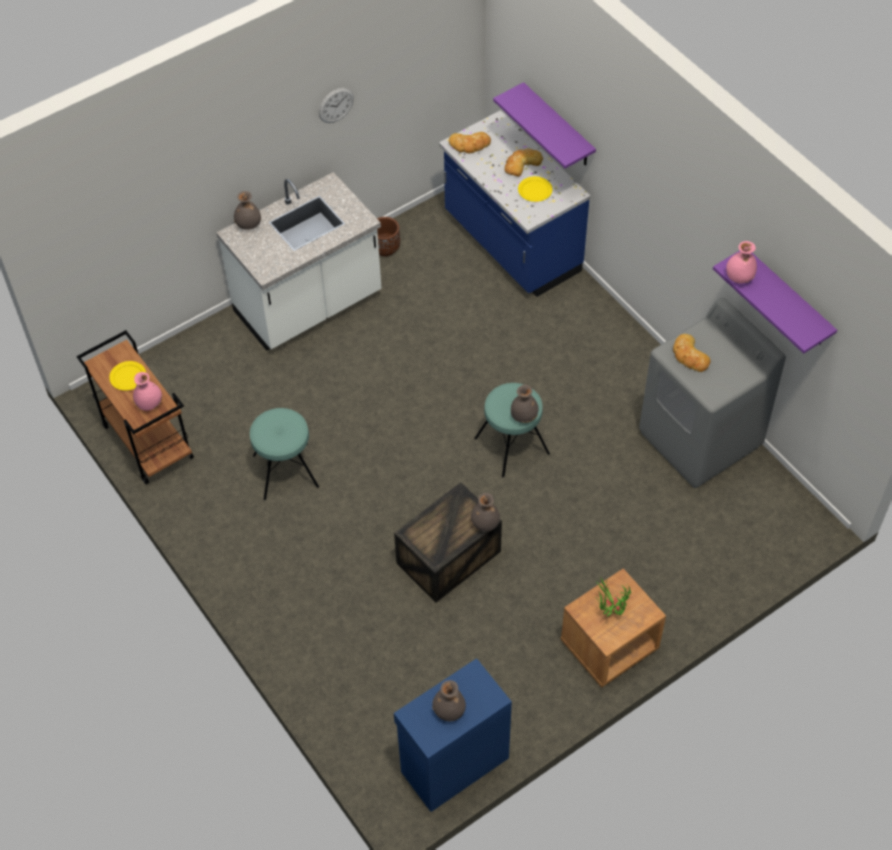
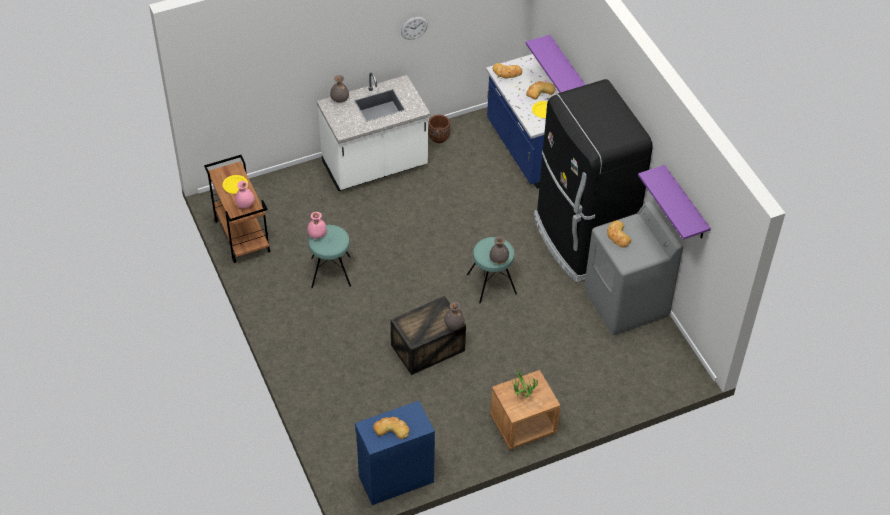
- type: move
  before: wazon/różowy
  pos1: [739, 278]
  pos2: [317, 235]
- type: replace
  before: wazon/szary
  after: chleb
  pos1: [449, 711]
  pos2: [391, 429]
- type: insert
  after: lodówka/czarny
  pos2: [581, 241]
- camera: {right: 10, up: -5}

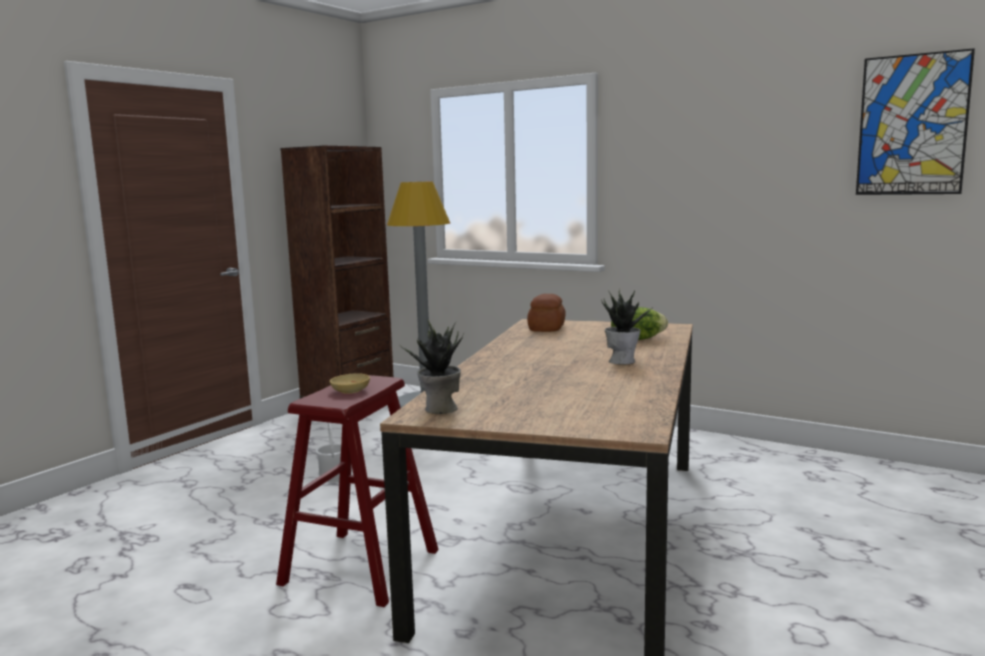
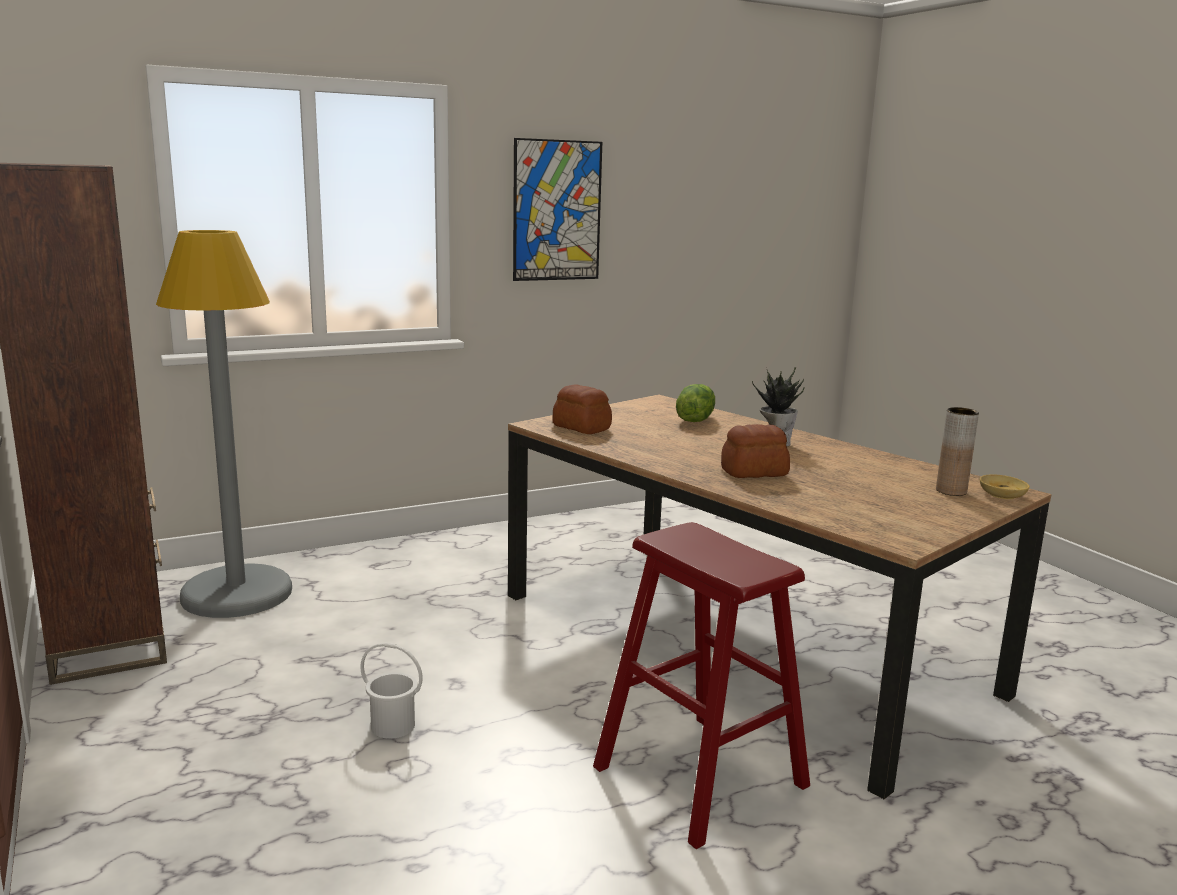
- type: move
  before: obraz
  pos1: [912, 125]
  pos2: [557, 211]
- type: delete
  before: roślina doniczkowa
  pos1: [440, 409]
- type: move
  before: miska/beżowy
  pos1: [351, 390]
  pos2: [1002, 495]
- type: insert
  after: wazon/brązowy
  pos2: [951, 491]
- type: insert
  after: chleb
  pos2: [753, 472]
- camera: {right: -60, up: 5}

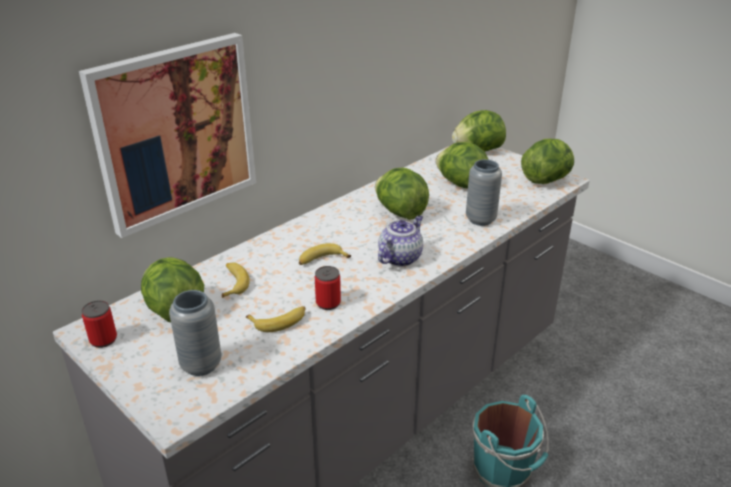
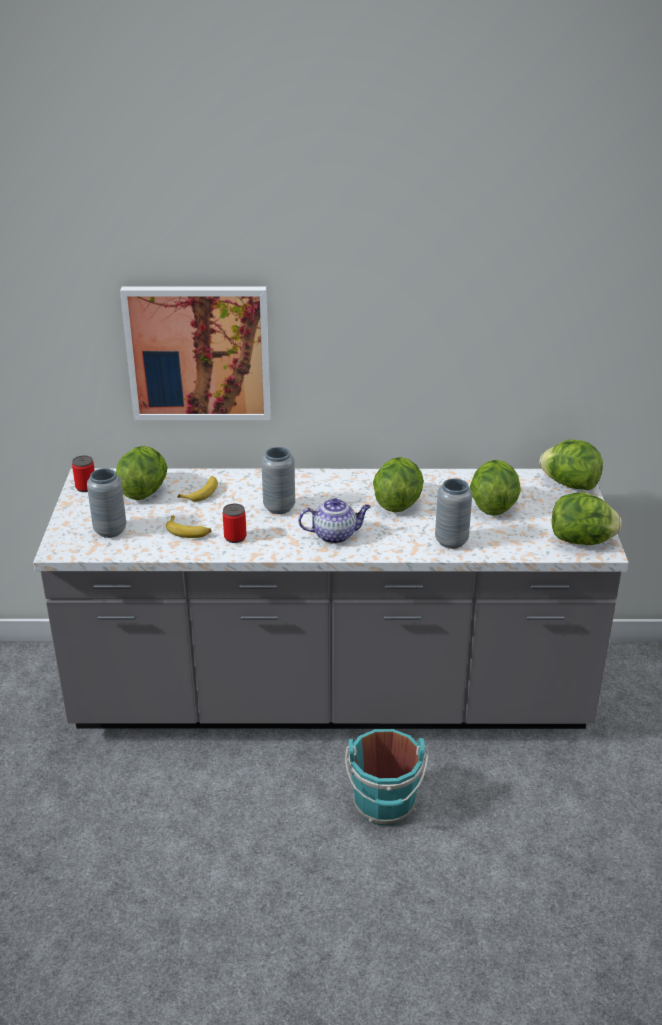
- type: replace
  before: banan
  after: wazon/szary
  pos1: [321, 260]
  pos2: [279, 508]
- camera: {right: 45, up: 0}

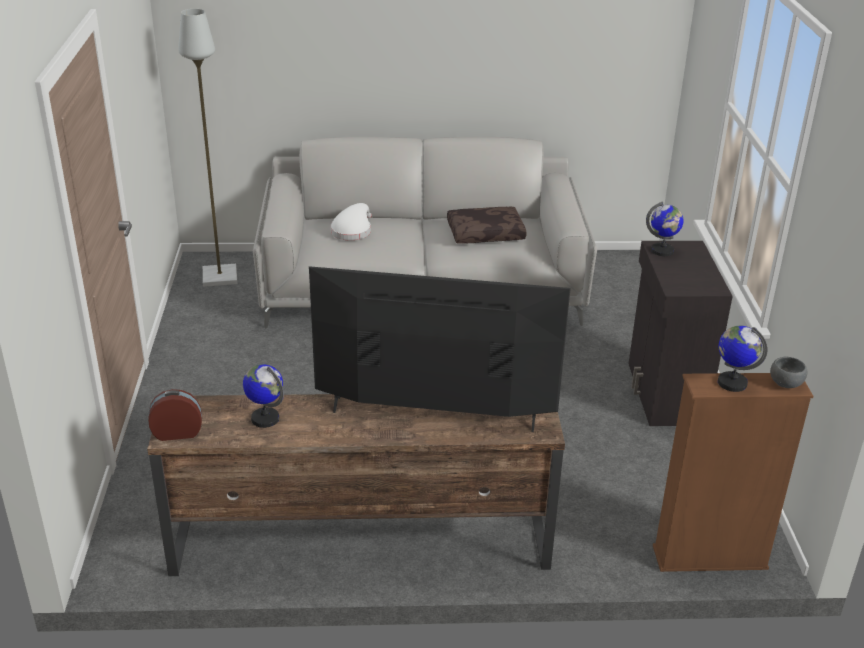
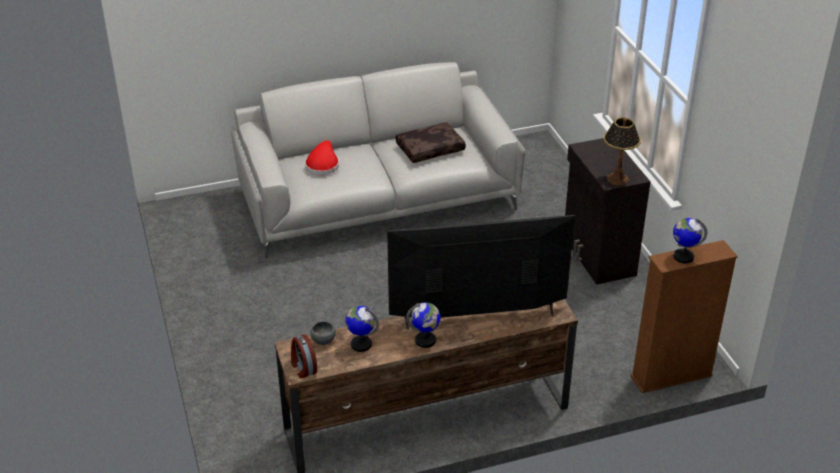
- type: delete
  before: lampa stojąca/szary
  pos1: [219, 276]
- type: move
  before: globus
  pos1: [662, 251]
  pos2: [425, 341]
- type: recolor
  before: kapelusz/biały
  after: kapelusz/czerwony
  pos1: [352, 230]
  pos2: [323, 165]
- type: move
  before: miska/szary
  pos1: [786, 383]
  pos2: [323, 340]
- type: rotate
  before: budzik
  pos1: [177, 432]
  pos2: [303, 368]
  turn: -90
- type: insert
  after: lampa stołowa
  pos2: [617, 179]
- camera: {right: -15, up: 5}

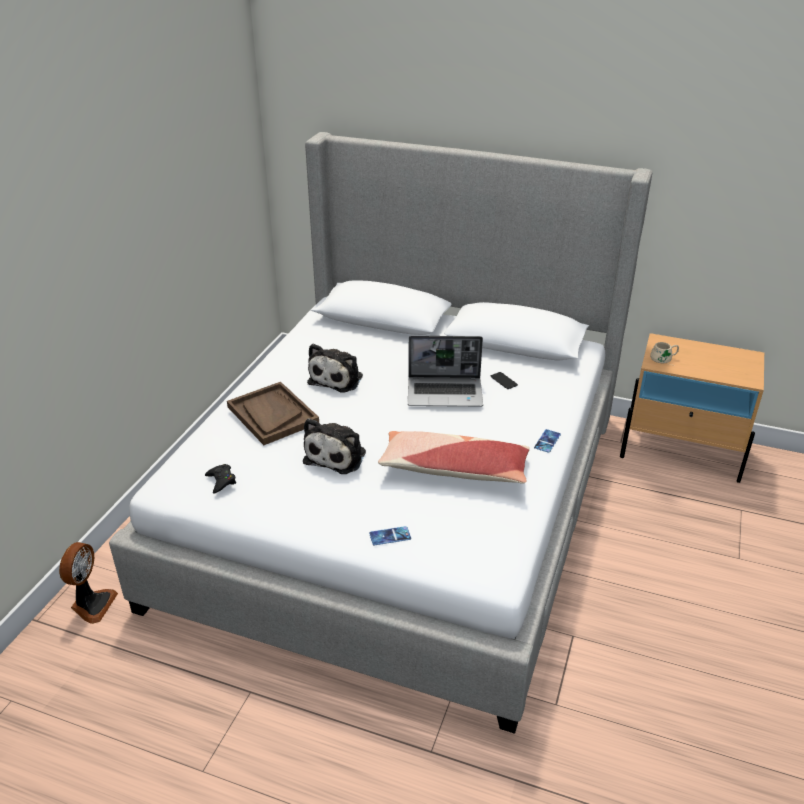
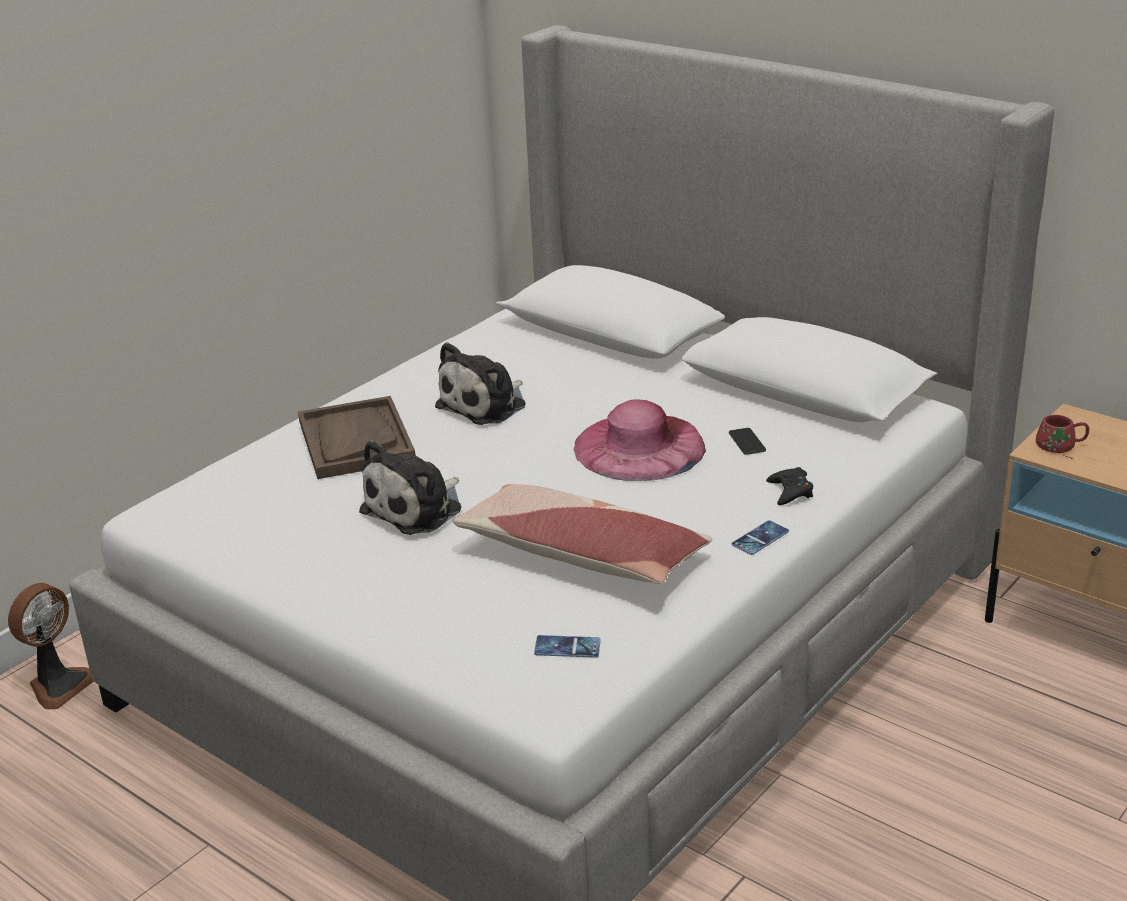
- type: replace
  before: laptop
  after: kapelusz/różowy
  pos1: [445, 393]
  pos2: [639, 447]
- type: recolor
  before: kubek/beżowy
  after: kubek/czerwony
  pos1: [664, 359]
  pos2: [1060, 447]
- type: move
  before: pad do gier/czarny
  pos1: [221, 481]
  pos2: [790, 491]
- type: move
  before: telefon
  pos1: [390, 536]
  pos2: [567, 647]
- camera: {right: 20, up: -5}

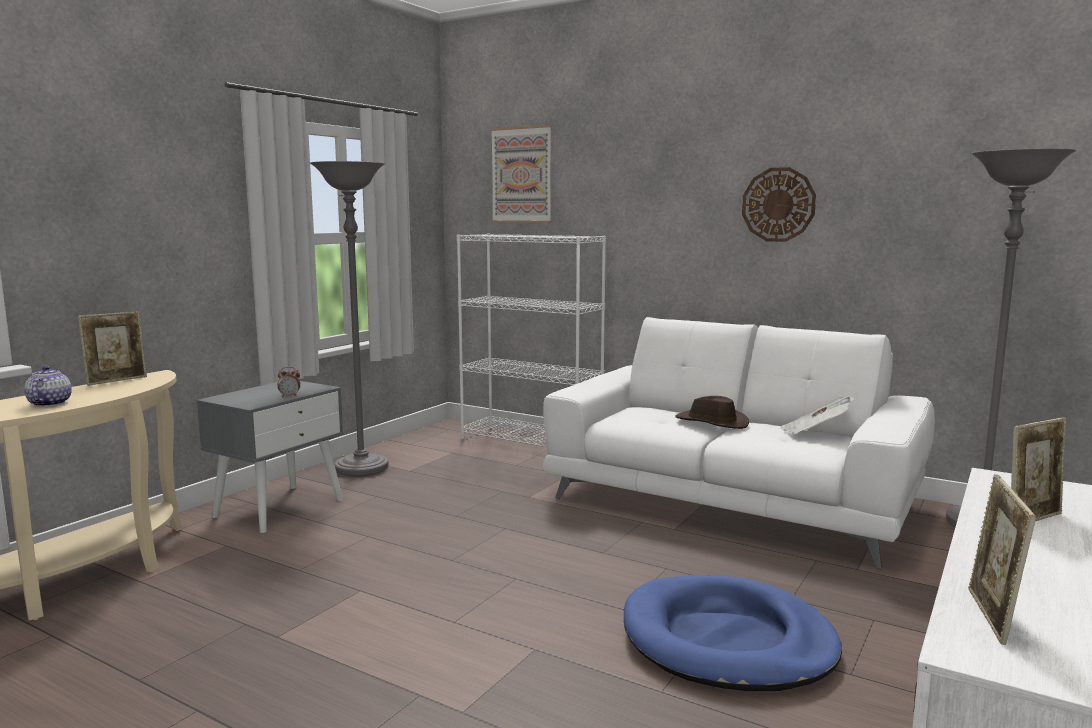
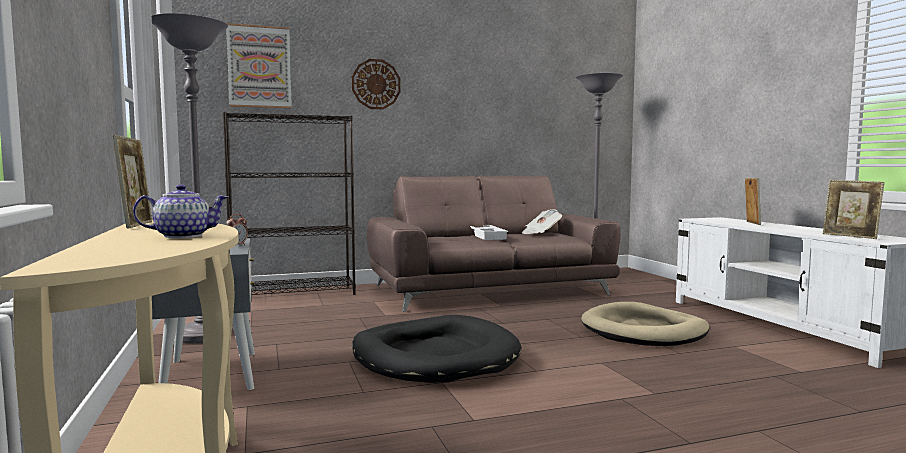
- type: move
  before: zegar ścienny
  pos1: [778, 204]
  pos2: [376, 84]
- type: recolor
  before: regał/biały
  after: regał/czarny
  pos1: [531, 442]
  pos2: [294, 293]
- type: recolor
  before: kanapa/biały
  after: kanapa/brązowy
  pos1: [732, 501]
  pos2: [489, 290]
- type: rotate
  before: imbryk
  pos1: [49, 404]
  pos2: [182, 236]
  turn: 135
- type: replace
  before: kapelusz/brązowy
  after: taca/biały
  pos1: [711, 422]
  pos2: [488, 236]
- type: recolor
  before: legowisko/niebieski
  after: legowisko/beżowy
  pos1: [727, 641]
  pos2: [644, 331]
- type: insert
  after: legowisko/czarny
  pos2: [434, 356]
- camera: {right: -50, up: -5}

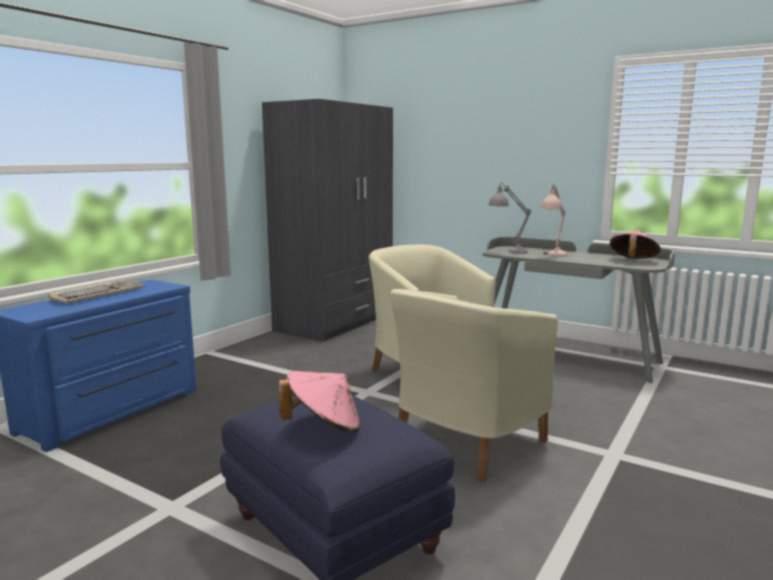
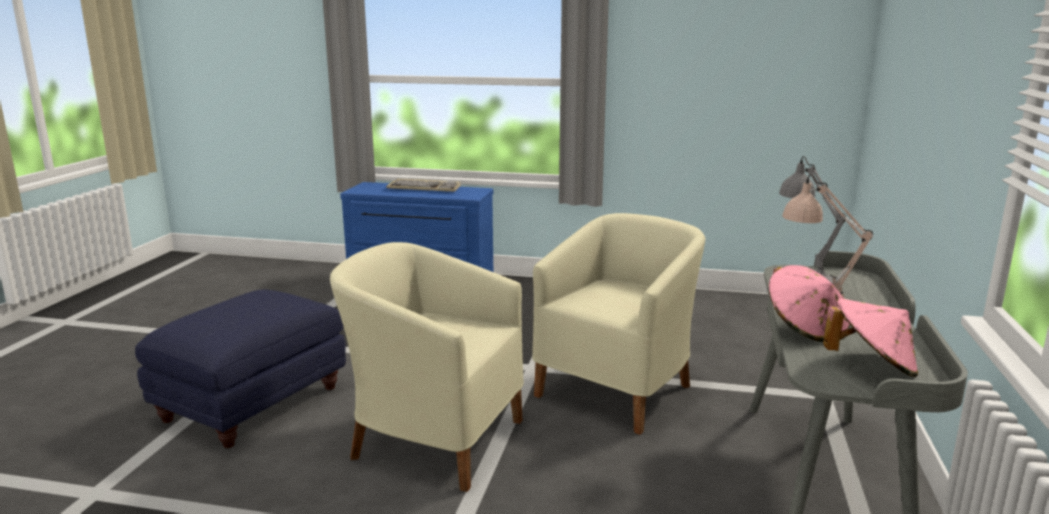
- type: delete
  before: szafa/szary
  pos1: [336, 322]
- type: move
  before: kapelusz/różowy
  pos1: [323, 427]
  pos2: [806, 329]
- camera: {right: 70, up: 5}

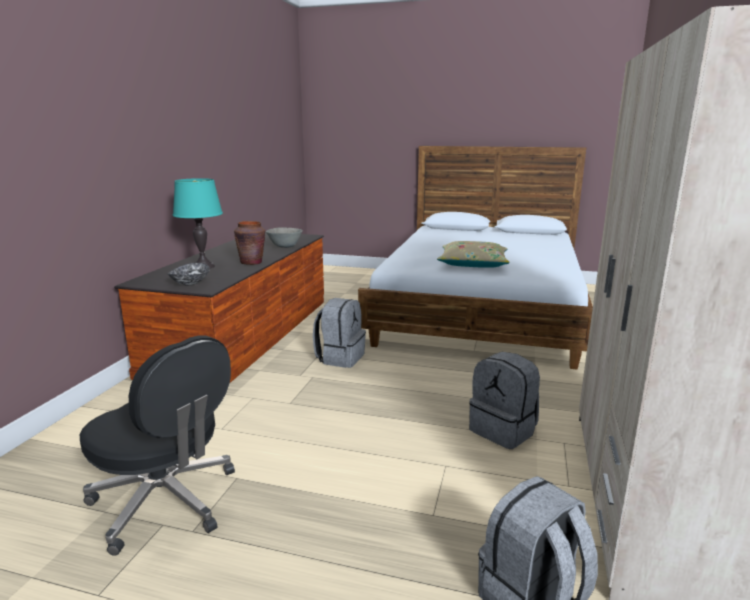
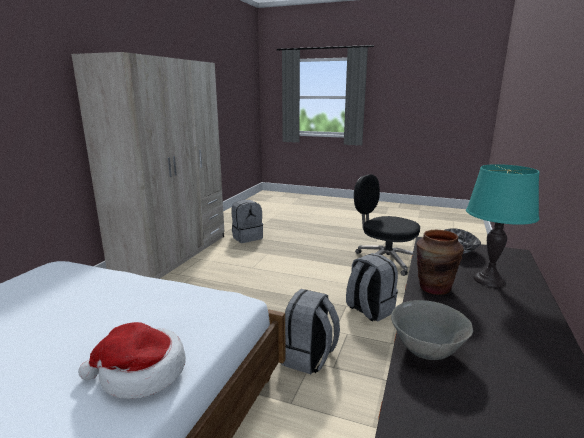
- type: delete
  before: poduszka/beżowy
  pos1: [473, 264]
- type: move
  before: plecak/szary
  pos1: [503, 430]
  pos2: [369, 310]
- type: insert
  after: kapelusz
  pos2: [141, 373]
- camera: {right: -175, up: 0}

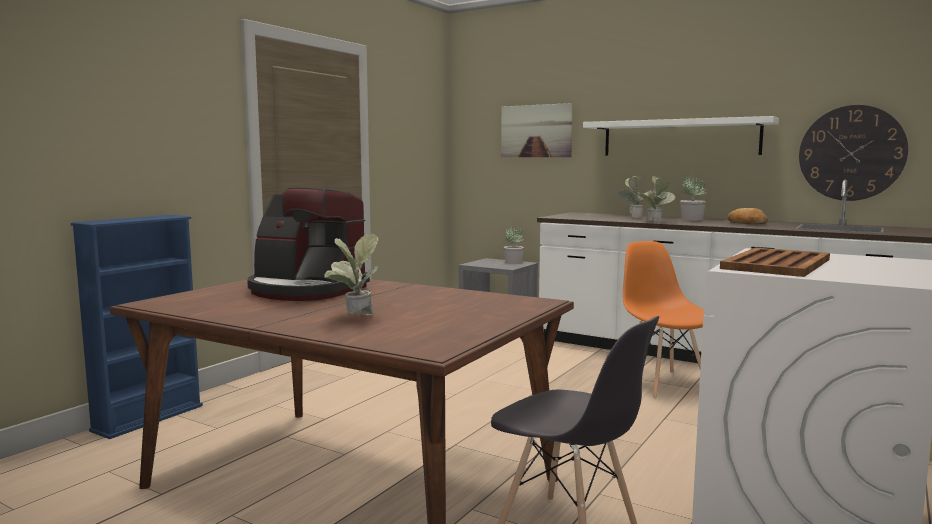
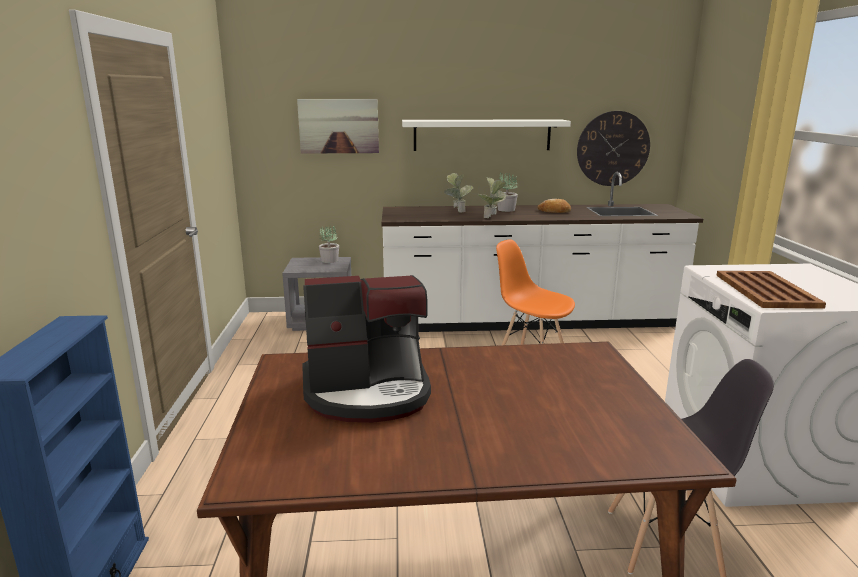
- type: delete
  before: roślina doniczkowa
  pos1: [354, 318]
- camera: {right: -35, up: 10}

